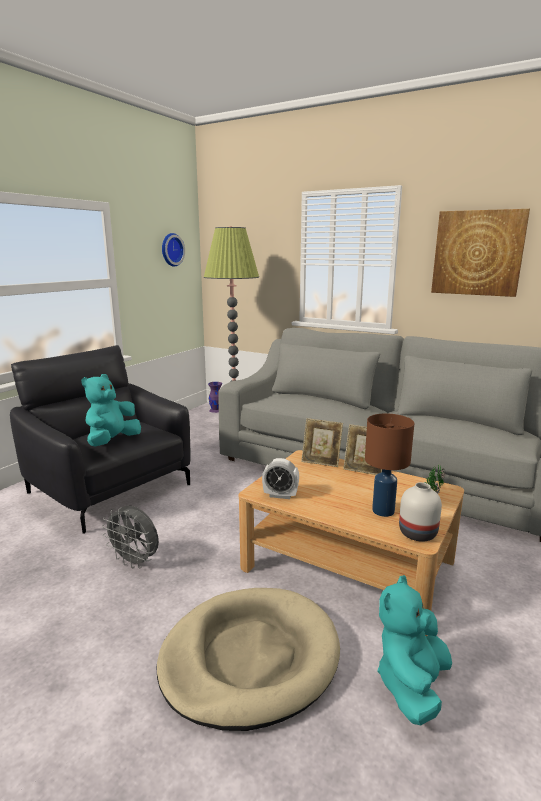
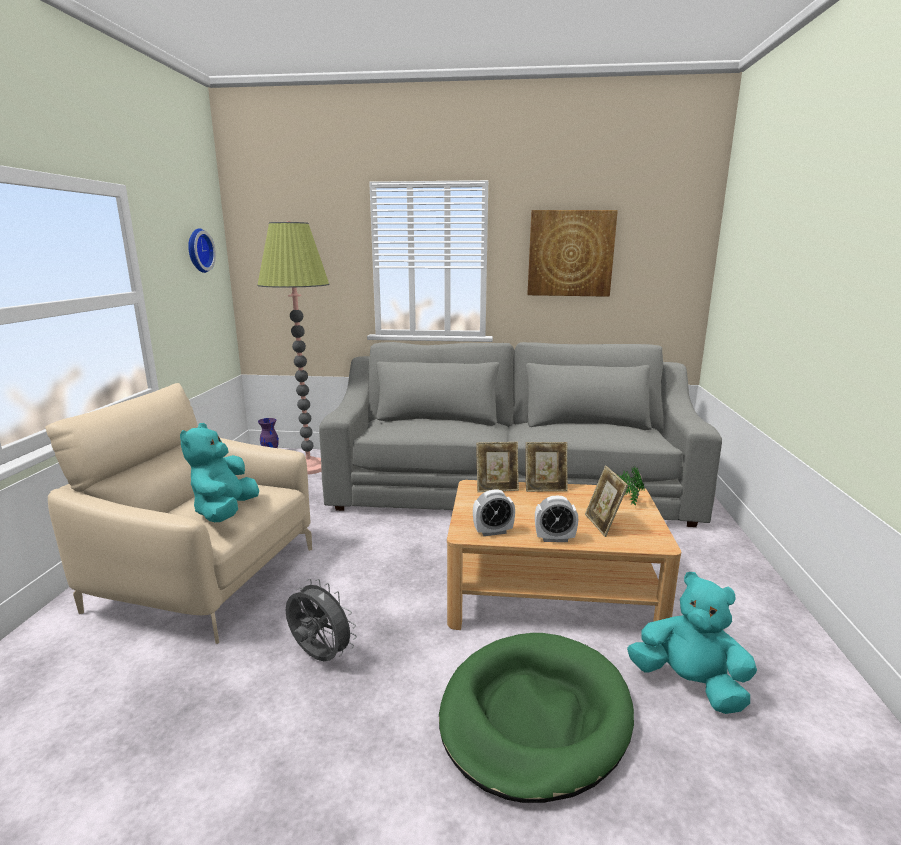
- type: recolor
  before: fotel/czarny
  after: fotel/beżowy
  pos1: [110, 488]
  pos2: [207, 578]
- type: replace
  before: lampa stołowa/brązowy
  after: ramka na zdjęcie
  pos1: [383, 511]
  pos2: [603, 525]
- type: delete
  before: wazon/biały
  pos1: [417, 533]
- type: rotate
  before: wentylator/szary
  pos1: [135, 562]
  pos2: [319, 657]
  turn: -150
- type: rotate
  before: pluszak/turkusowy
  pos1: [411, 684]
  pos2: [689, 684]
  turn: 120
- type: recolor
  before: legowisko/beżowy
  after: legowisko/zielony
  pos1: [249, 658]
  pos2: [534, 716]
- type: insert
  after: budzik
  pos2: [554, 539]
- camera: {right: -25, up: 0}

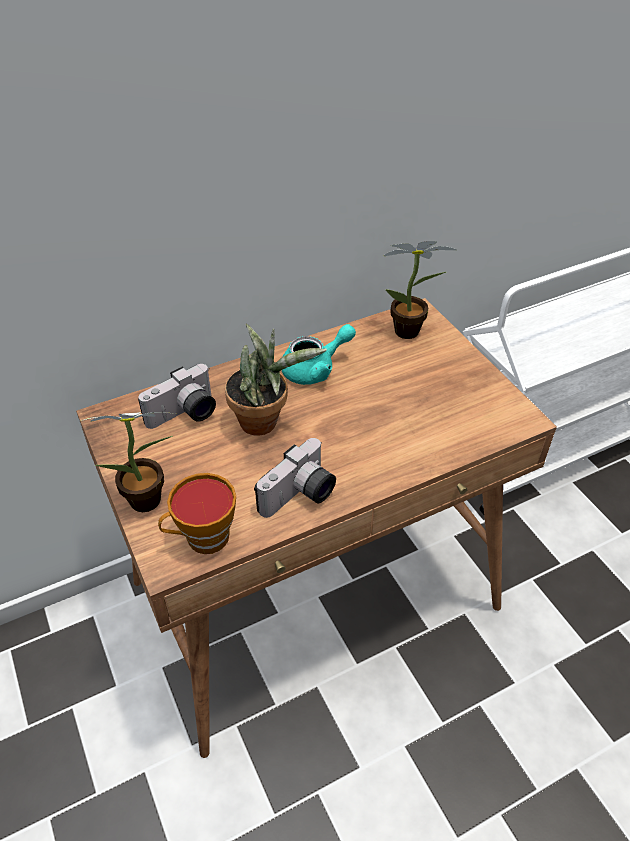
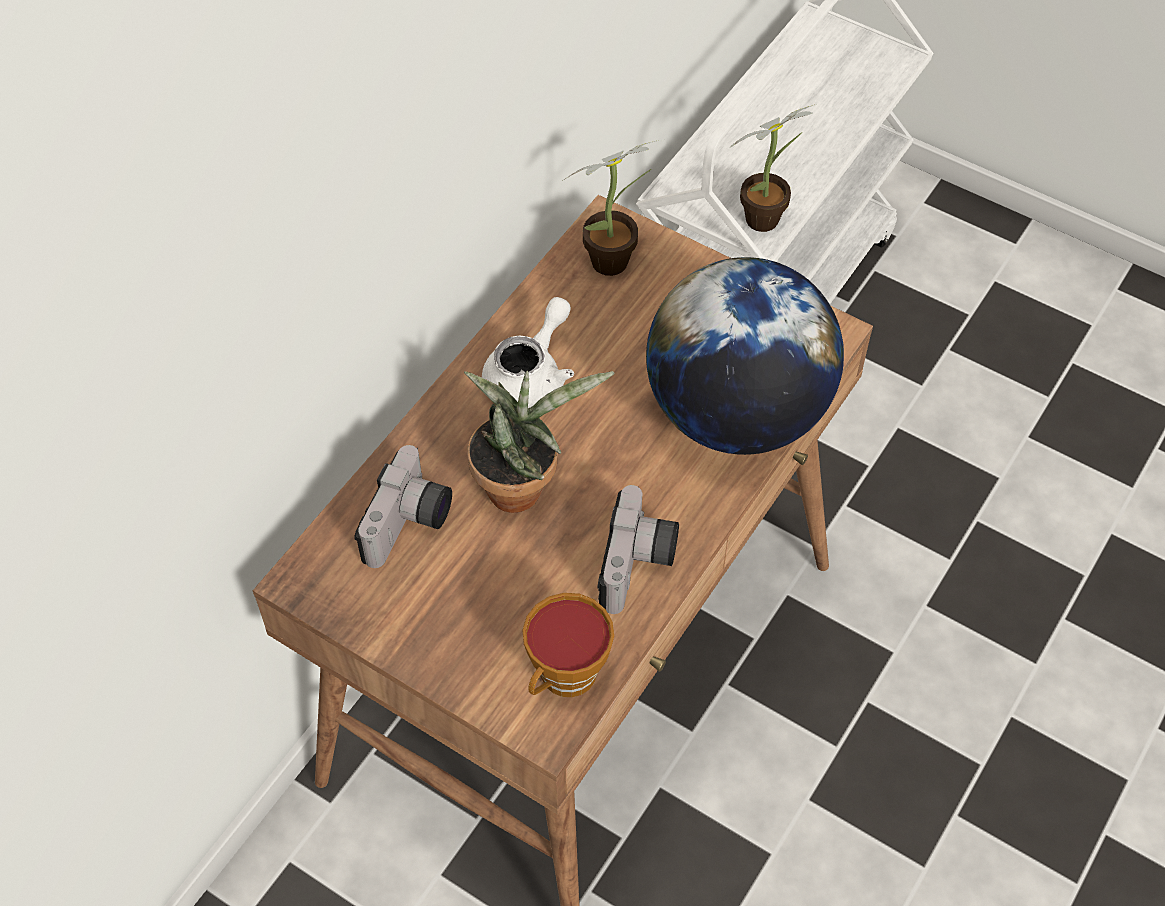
- type: recolor
  before: imbryk/turkusowy
  after: imbryk/biały
  pos1: [315, 369]
  pos2: [531, 376]
- type: move
  before: roślina doniczkowa
  pos1: [151, 500]
  pos2: [767, 217]
- type: insert
  after: globus
  pos2: [737, 414]
- camera: {right: -30, up: 10}

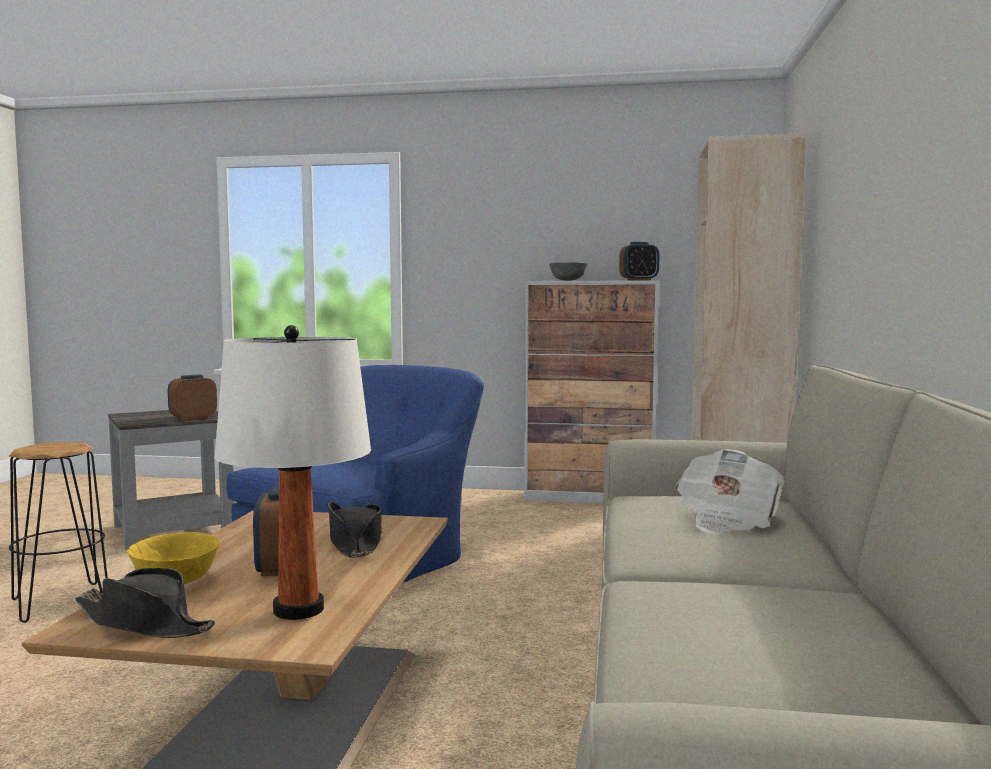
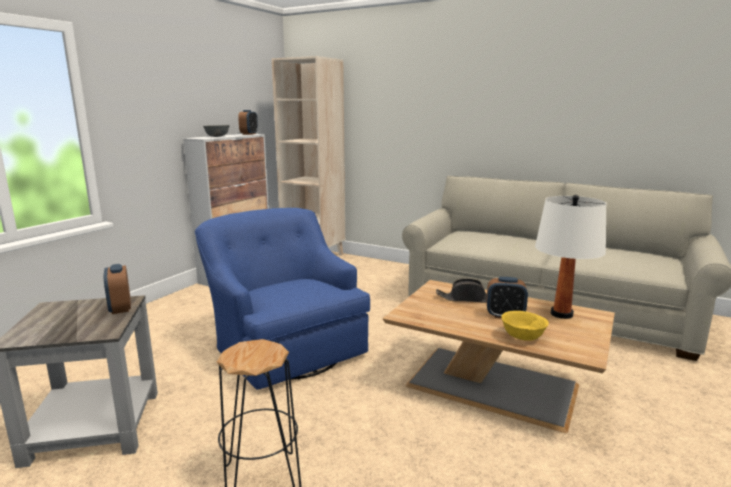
- type: delete
  before: gazeta
  pos1: [726, 520]
- type: delete
  before: kapelusz/czarny
  pos1: [145, 623]
- camera: {right: -70, up: 10}

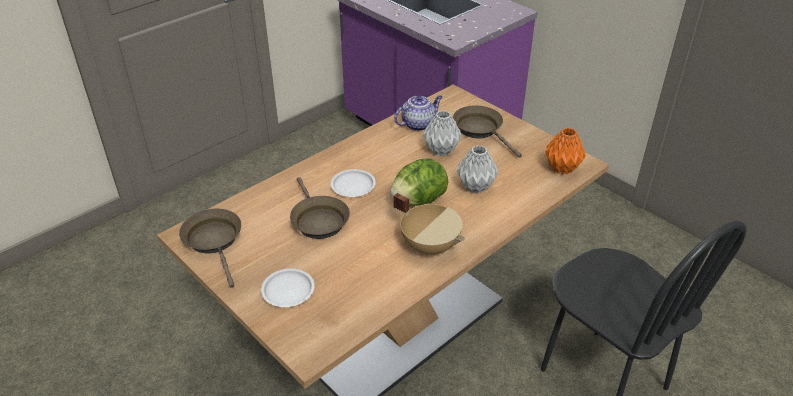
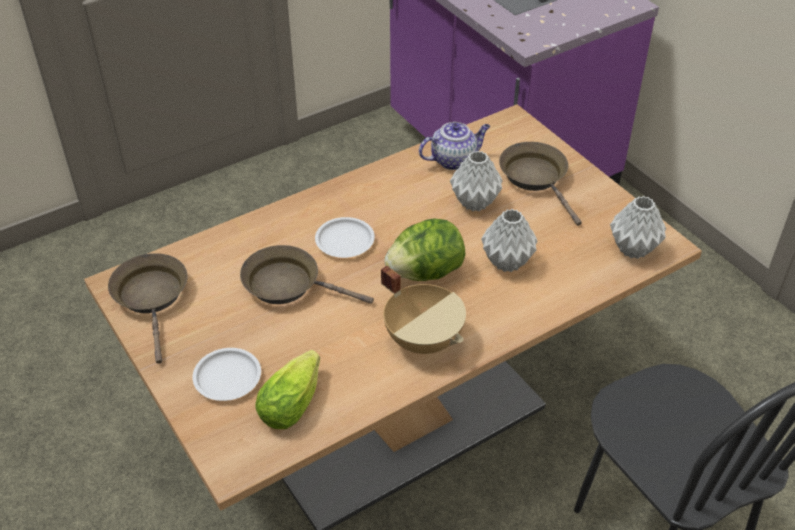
- type: recolor
  before: wazon/pomarańczowy
  after: wazon/szary
  pos1: [561, 169]
  pos2: [632, 249]
- type: rotate
  before: patelnia/brązowy
  pos1: [318, 220]
  pos2: [288, 284]
  turn: 120
- type: insert
  after: sałata
  pos2: [294, 400]
- camera: {right: 10, up: 5}

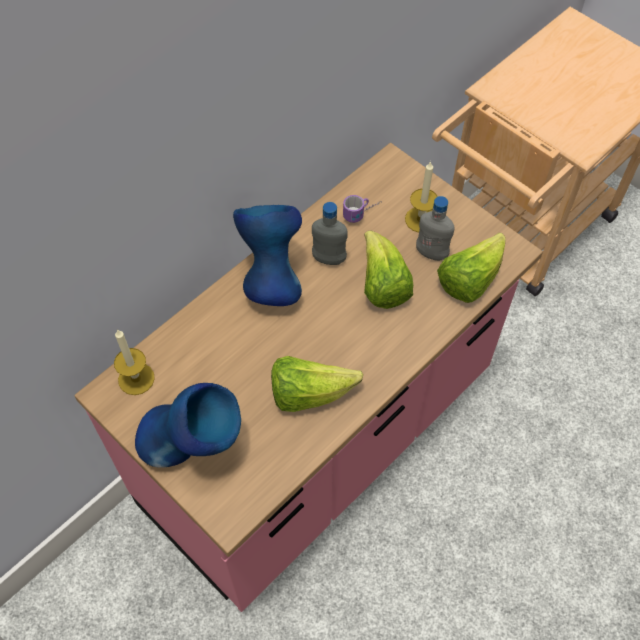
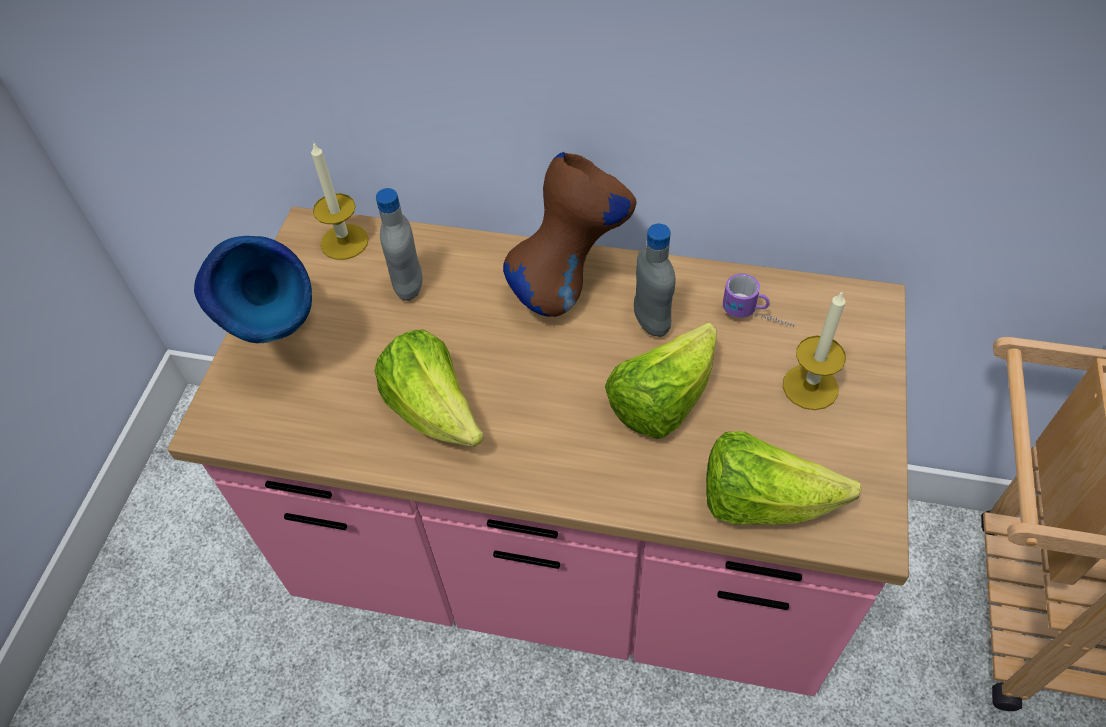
- type: move
  before: butelka/szary
  pos1: [431, 253]
  pos2: [409, 286]
- type: recolor
  before: wazon/niebieski
  after: wazon/brązowy
  pos1: [271, 280]
  pos2: [570, 283]
- camera: {right: 60, up: -5}

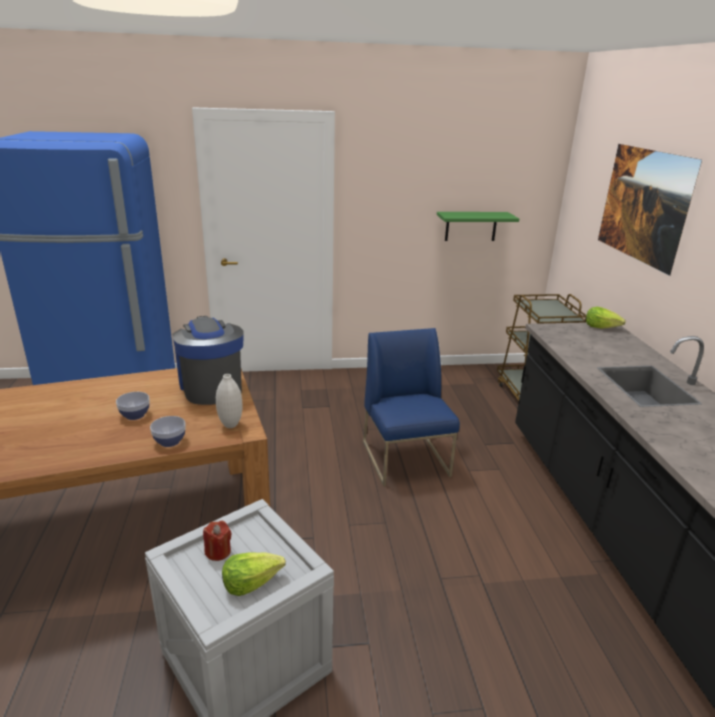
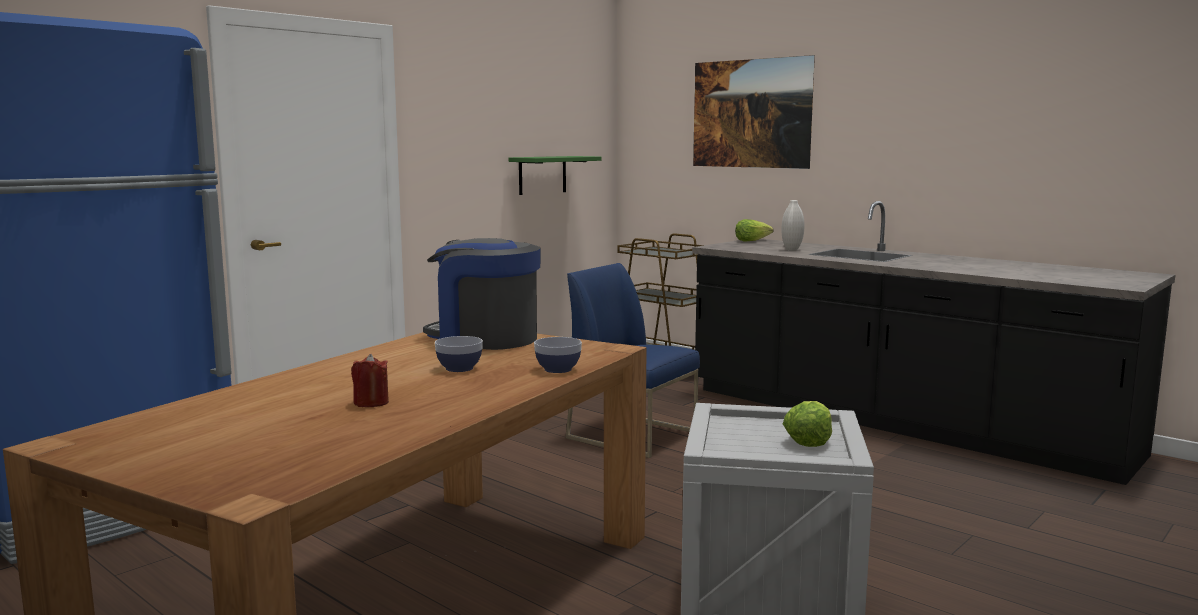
- type: move
  before: wazon/biały
  pos1: [230, 425]
  pos2: [792, 249]
- type: move
  before: świeca/czerwony
  pos1: [218, 552]
  pos2: [371, 403]
- camera: {right: -40, up: -15}

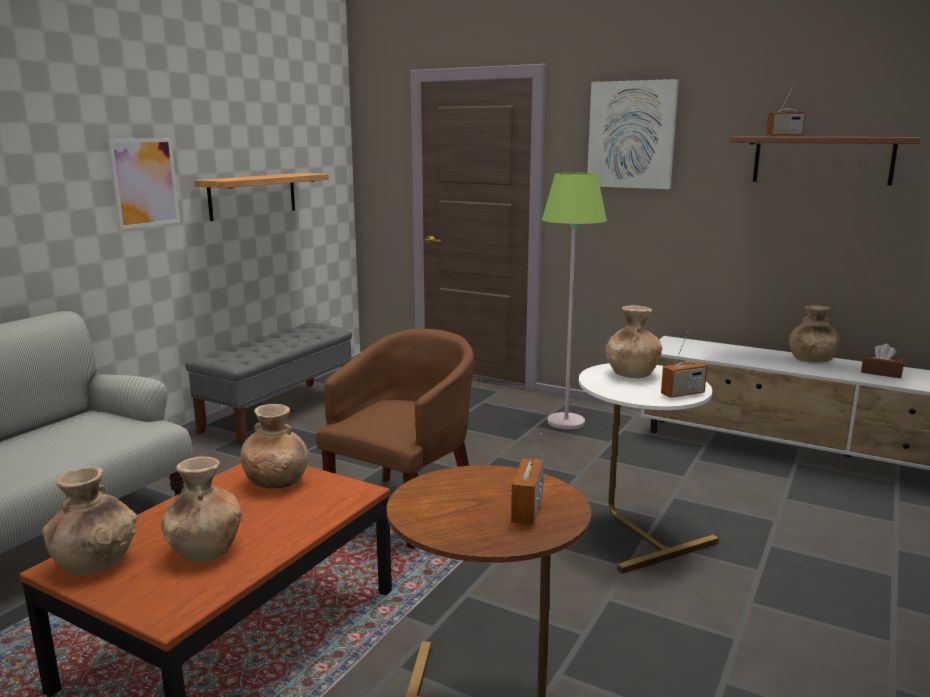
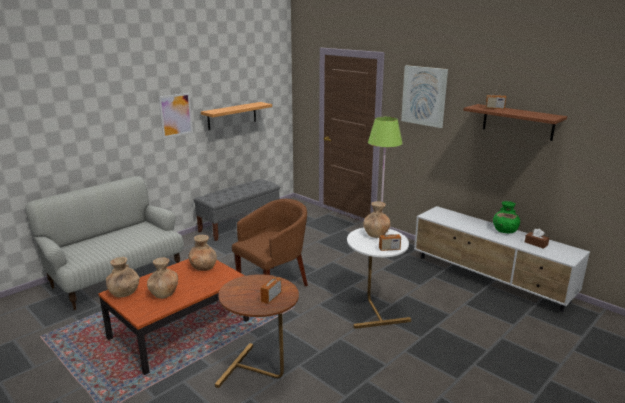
- type: recolor
  before: wazon/brązowy
  after: wazon/zielony
  pos1: [811, 360]
  pos2: [504, 231]
- camera: {right: 15, up: 5}

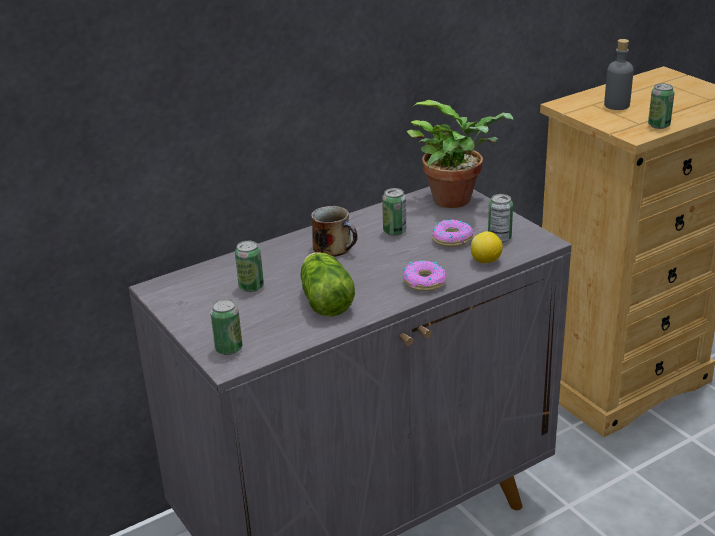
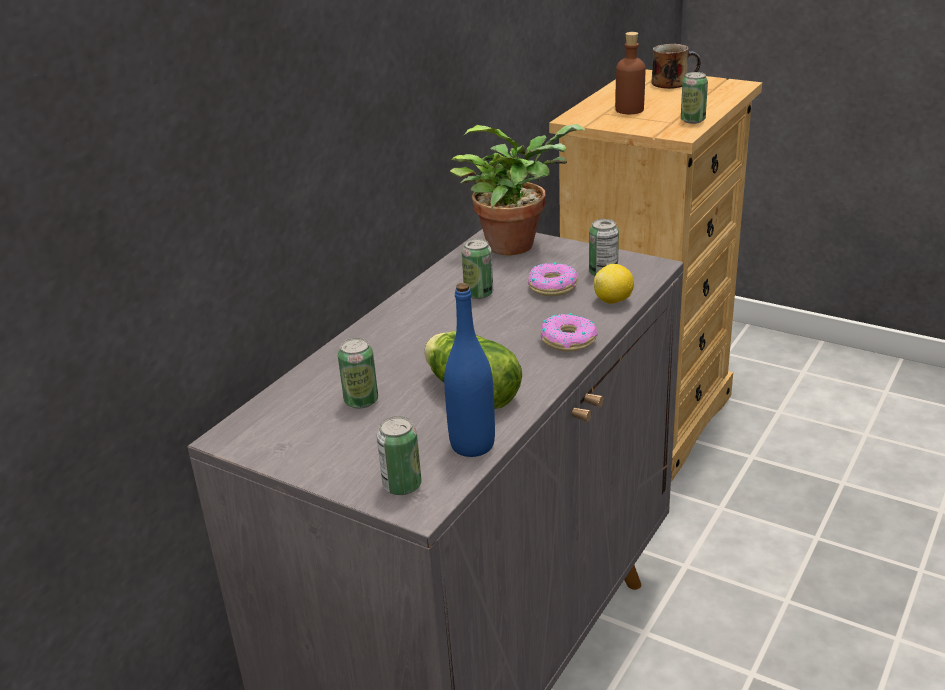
- type: recolor
  before: butelka/szary
  after: butelka/brązowy
  pos1: [616, 105]
  pos2: [629, 110]
- type: move
  before: kubek
  pos1: [334, 248]
  pos2: [672, 83]
- type: insert
  after: butelka/niebieski
  pos2: [472, 445]
- camera: {right: -25, up: 0}

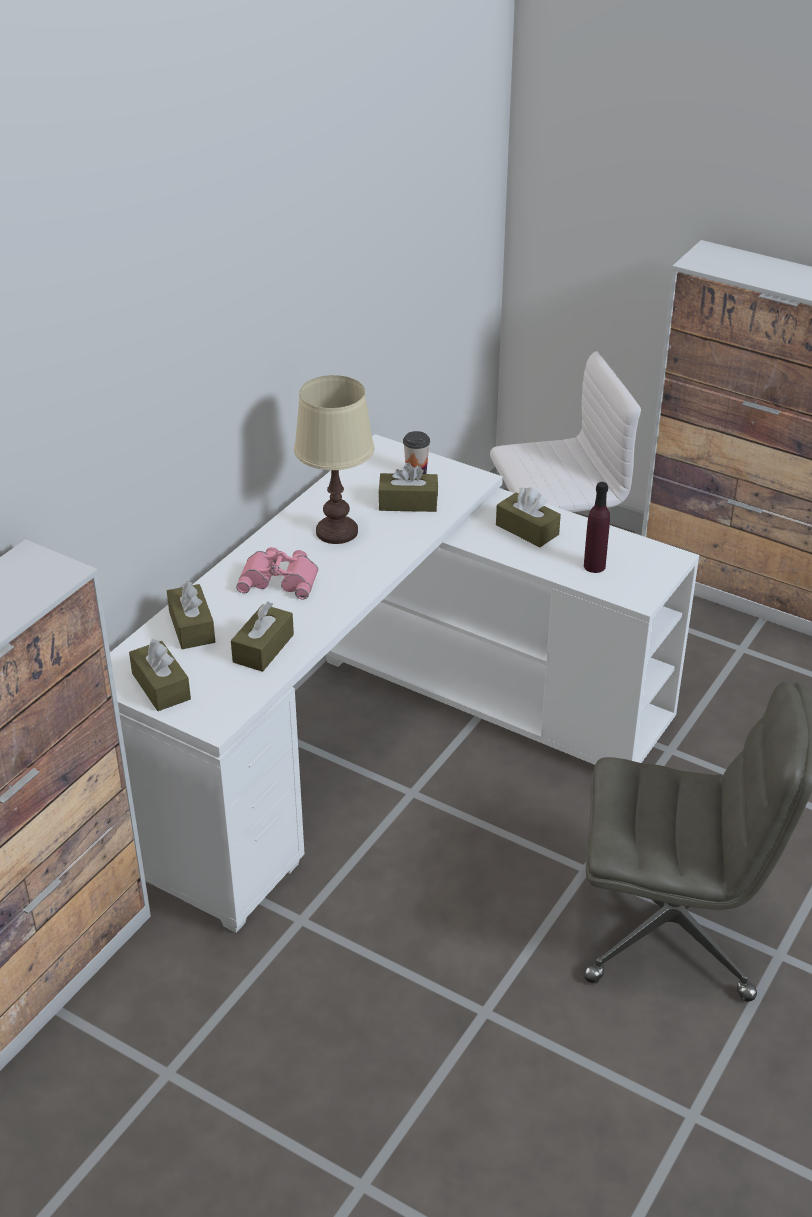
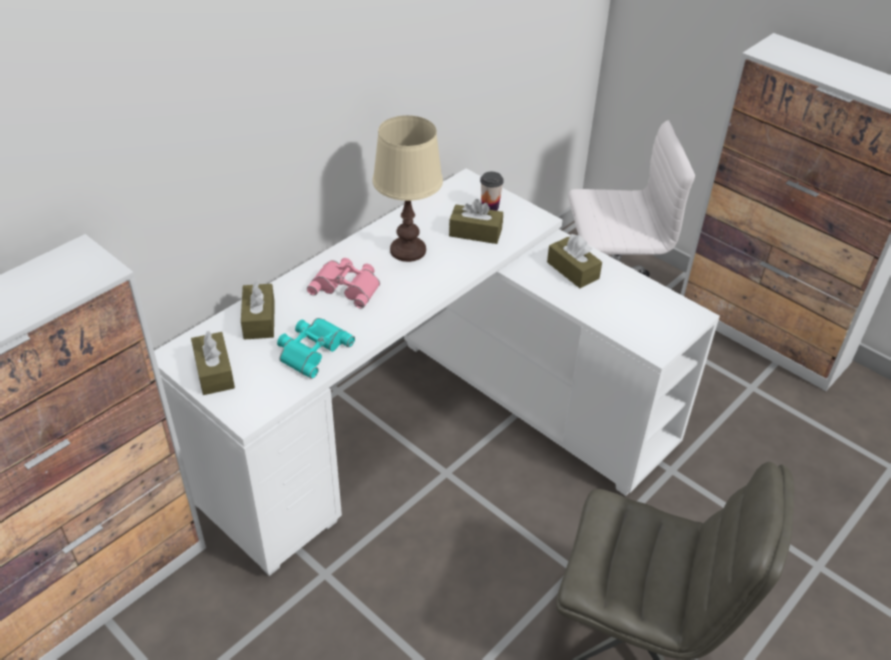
- type: delete
  before: butelka/fioletowy
  pos1: [594, 566]
- type: replace
  before: pudełko chusteczek/brązowy
  after: lornetka/turkusowy
  pos1: [263, 648]
  pos2: [312, 349]
- camera: {right: 10, up: 5}

